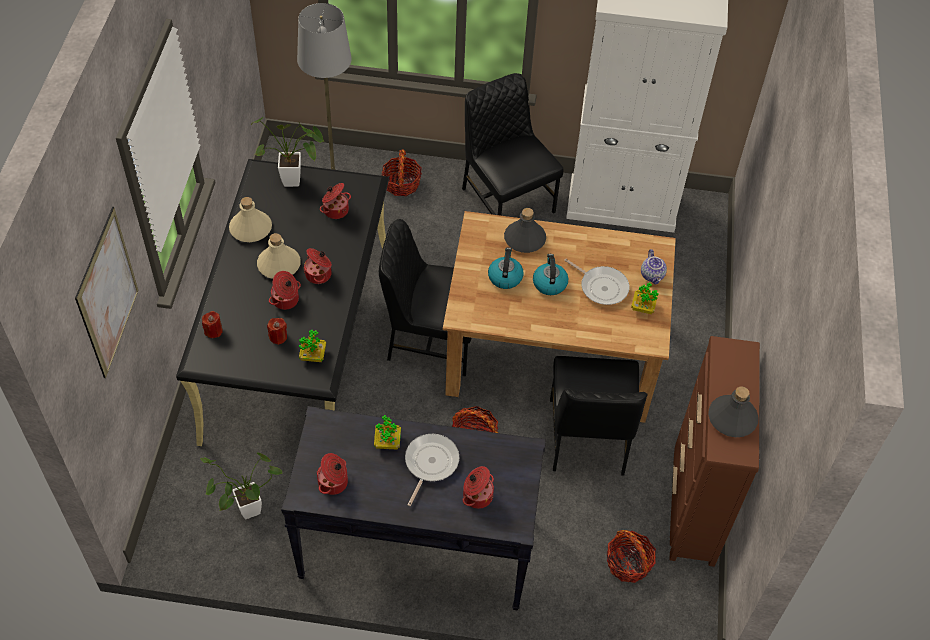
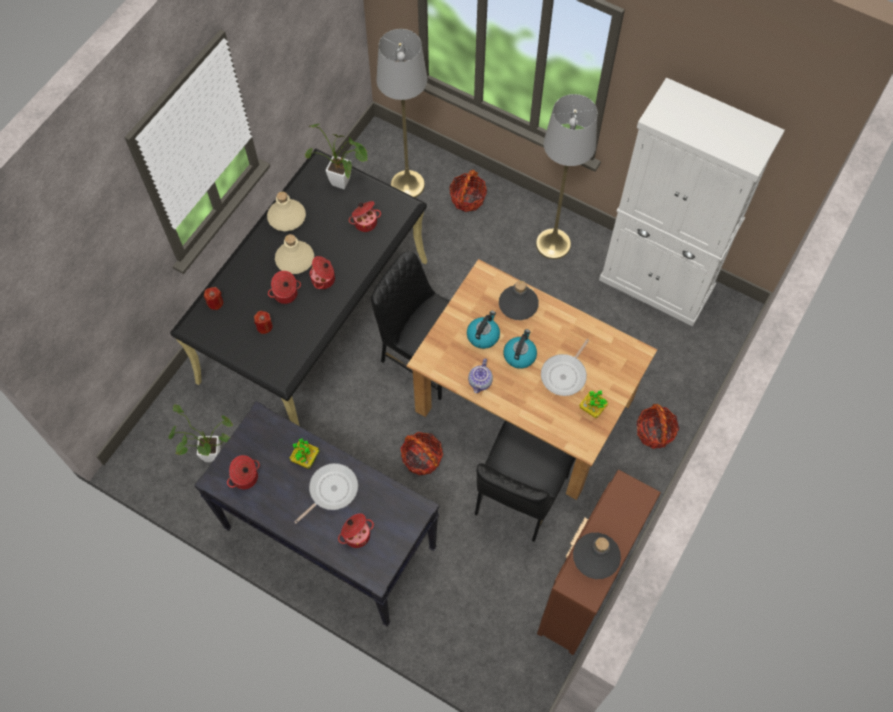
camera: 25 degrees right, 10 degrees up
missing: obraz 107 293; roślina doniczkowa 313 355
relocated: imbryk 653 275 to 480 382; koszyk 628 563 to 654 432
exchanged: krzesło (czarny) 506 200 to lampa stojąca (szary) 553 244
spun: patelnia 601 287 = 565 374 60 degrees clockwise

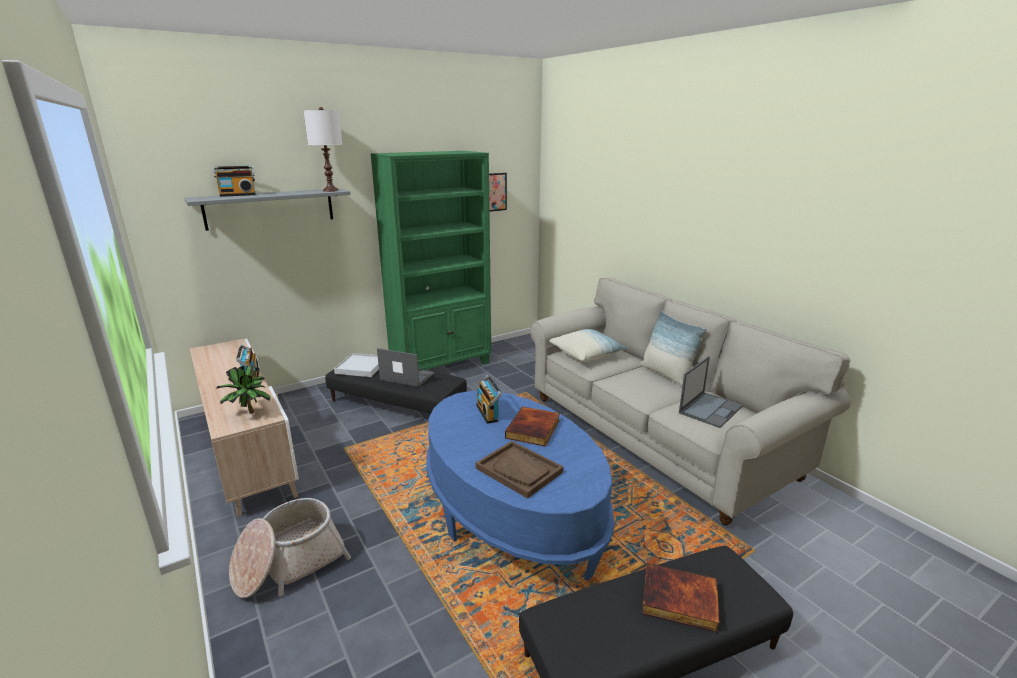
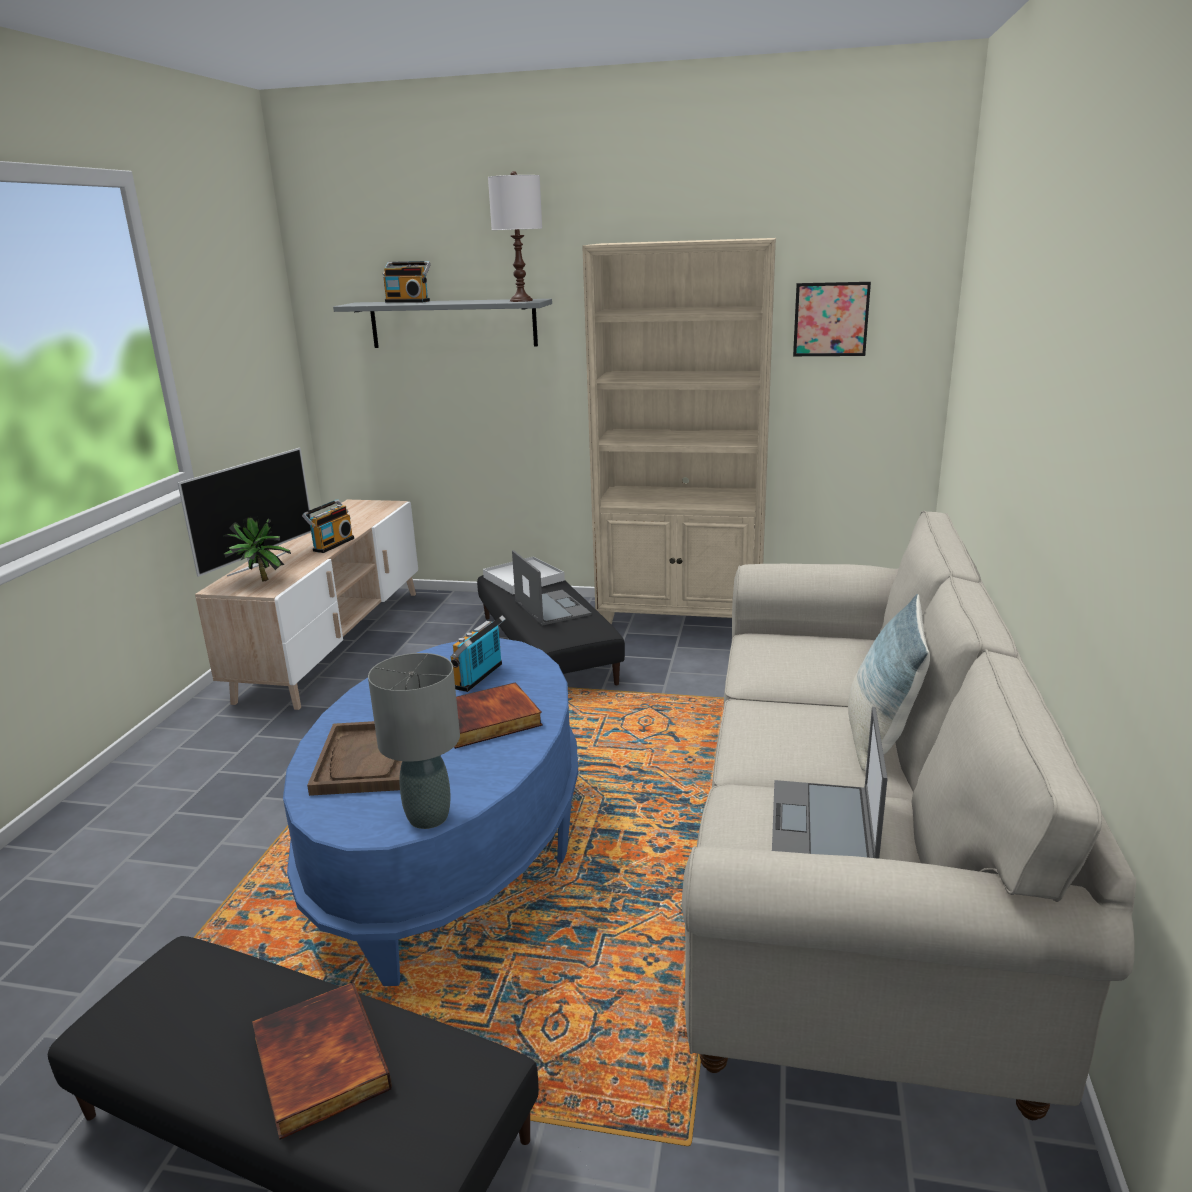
camera: 45 degrees right, 0 degrees up
missing: koszyk 289 563; poduszka 587 354
appeared: telewizor 256 564; lampa stołowa (szary) 428 817
colour: regał (zielony) 442 365 to regał (beżowy) 682 618
spun: laptop 710 409 = 823 825 105 degrees clockwise

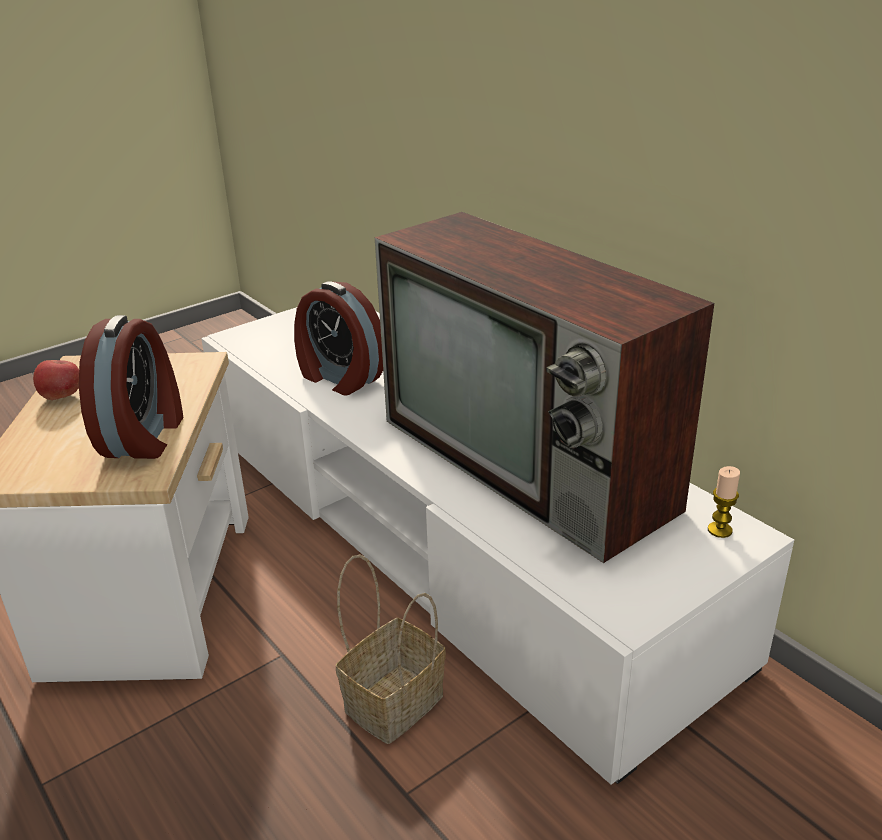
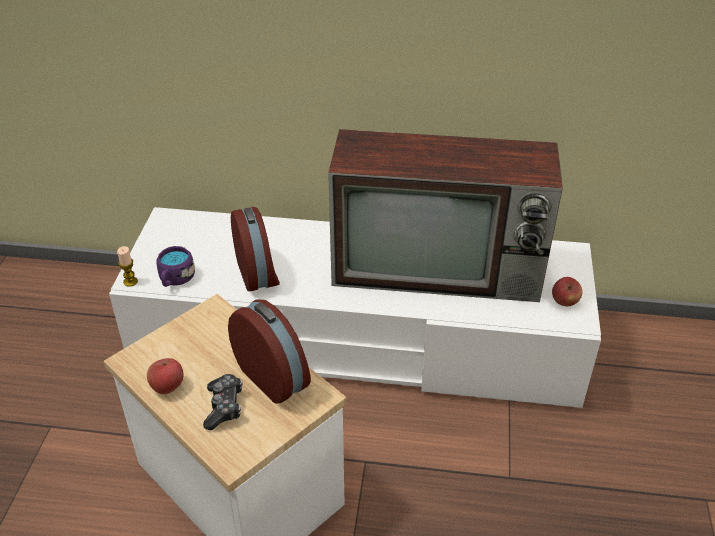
camera: 45 degrees left, 10 degrees up
missing: koszyk 395 700
appeared: kubek (fioletowy) 175 279; pad do gier 224 406; jabłko 564 302
relocated: świeca 719 530 to 130 281
spun: budzik 339 378 = 258 272 105 degrees counterclockwise

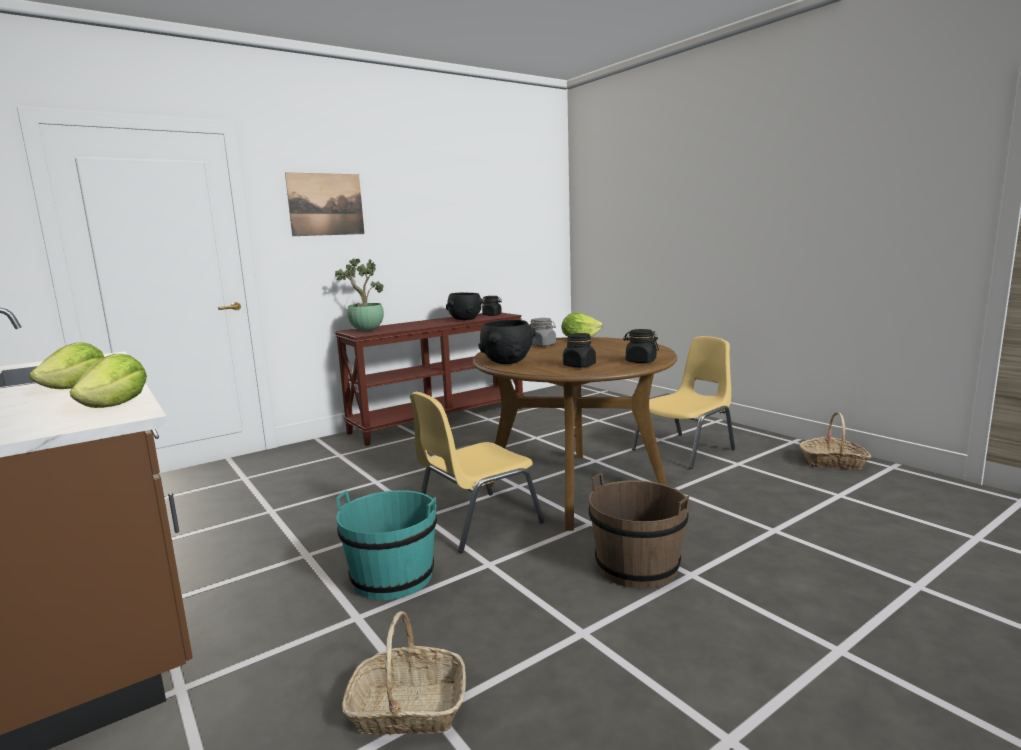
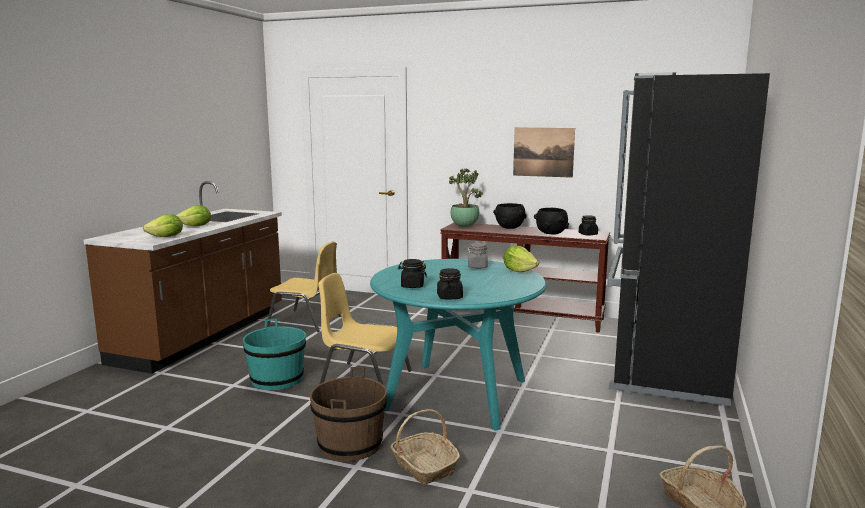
camera: 55 degrees right, 0 degrees up
appeared: lodówka (czarny) 664 366
relocated: krzesło (żółty) 685 450 to 306 321; koszyk 407 709 to 424 466; miska (czarny) 506 362 to 509 227; obraz 326 204 to 543 152
colour: stół jadalny (brązowy) 575 488 to stół jadalny (turkusowy) 456 394

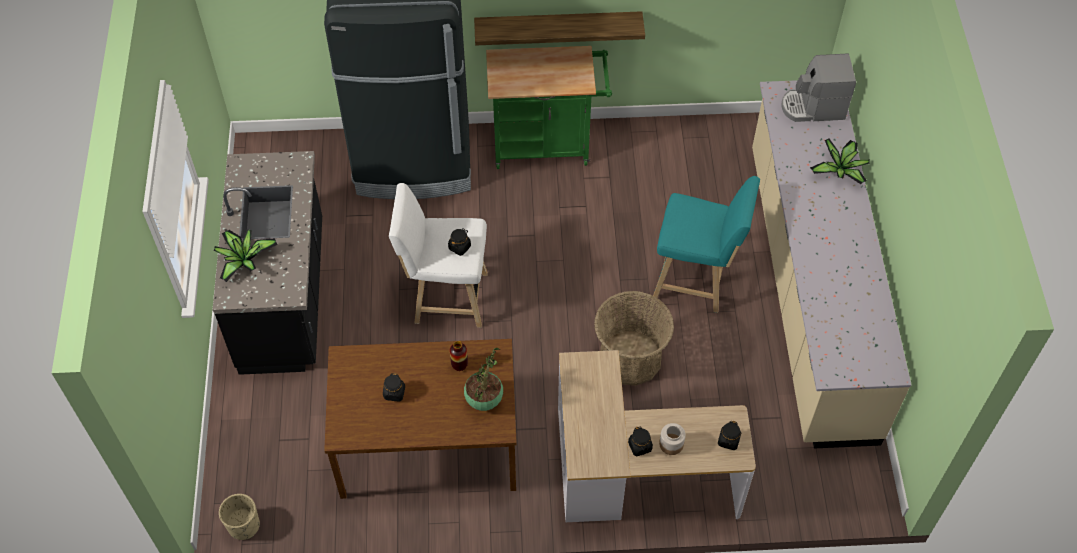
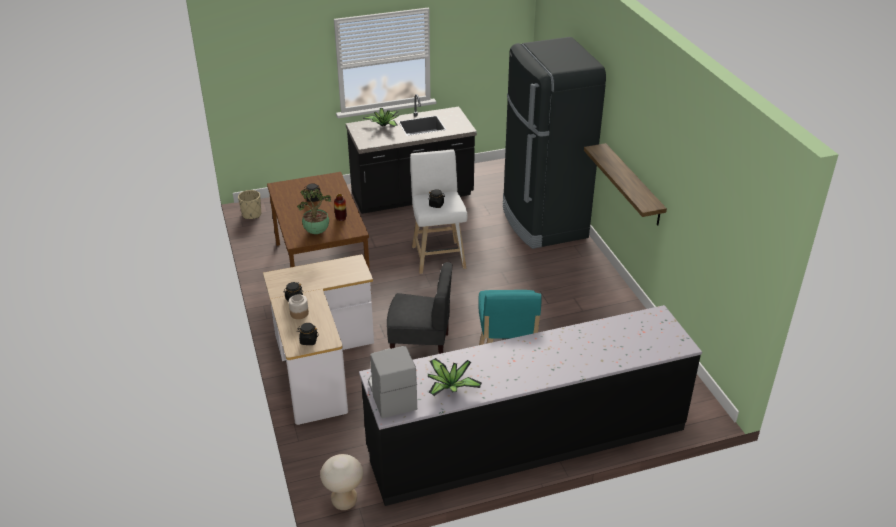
camera: 75 degrees right, 20 degrees down
missing: wózek (zielony) 547 145
appeared: stołek (beżowy) 344 501
relocated: ekspres do kawy 813 107 to 391 395; roślina doniczkowa 840 170 to 450 387
exchanged: koszyk 630 358 to krzesło (szary) 420 346
colour: zabudowa kuchenna (beżowy) 809 291 to zabudowa kuchenna (czarny) 526 440

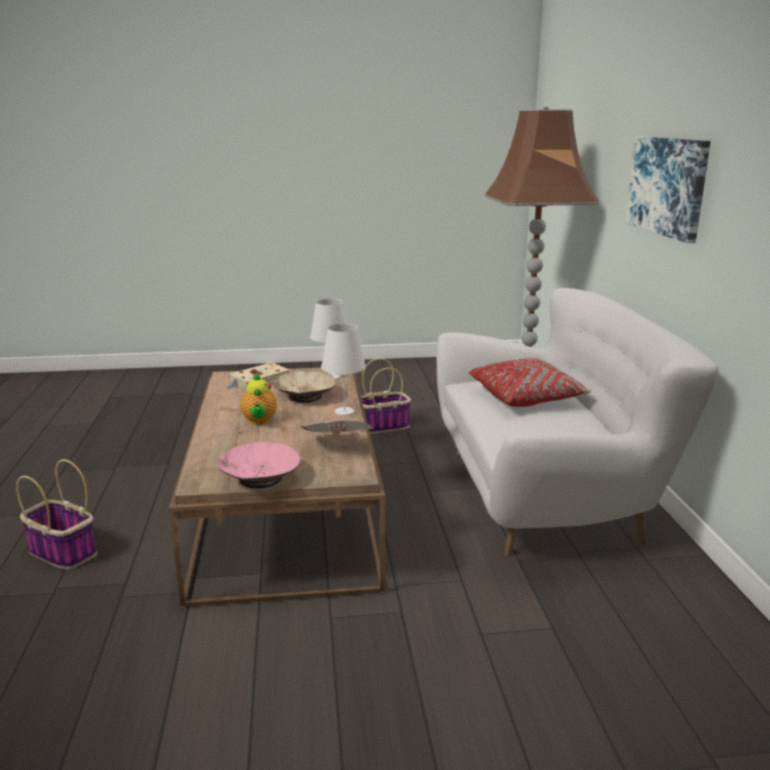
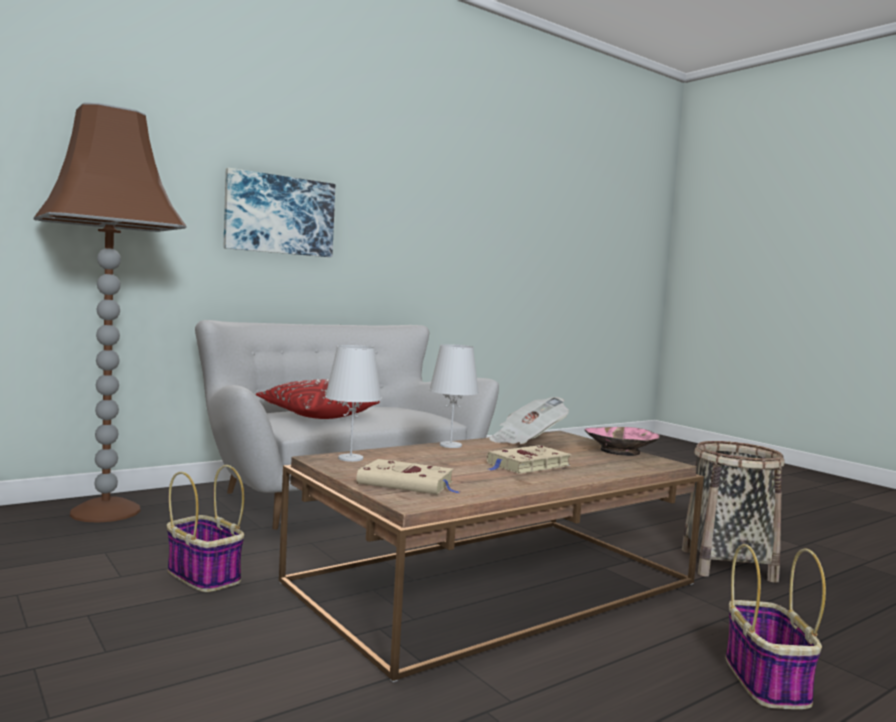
camera: 120 degrees left, 15 degrees down
missing: miska (beżowy) 305 396
appeared: koszyk 727 565
exchanged: imbryk 259 421 to książka (beżowy) 527 465

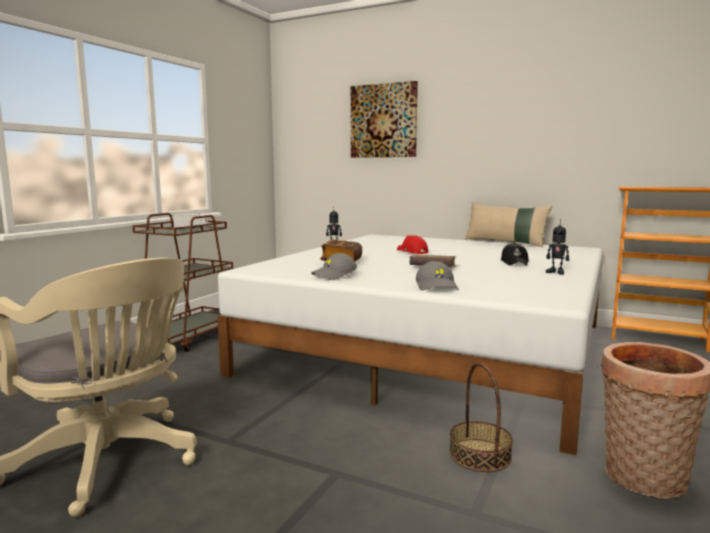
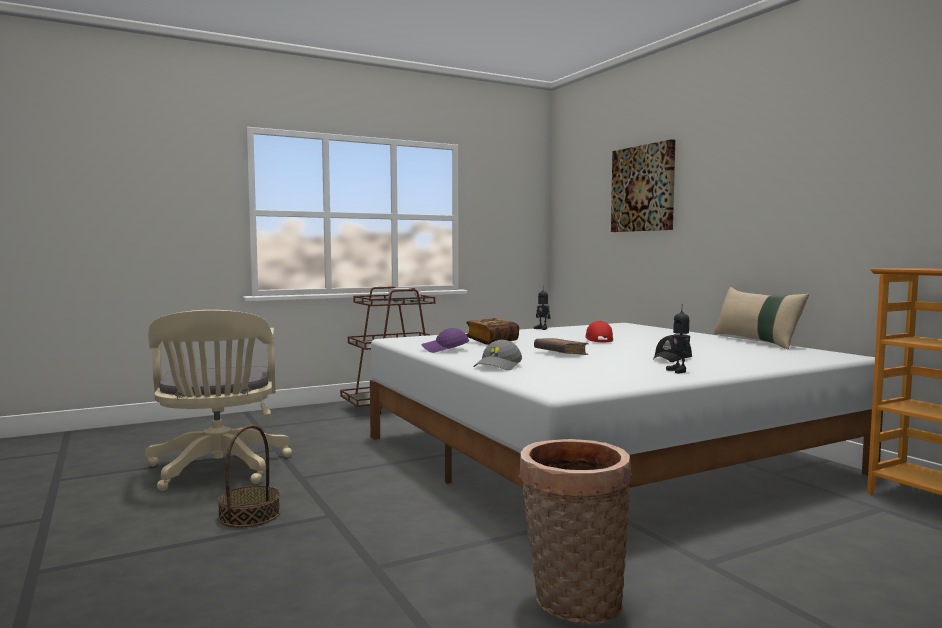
camera: 35 degrees right, 5 degrees down
relocated: koszyk 479 455 to 249 515
colour: czapka z daszkiem (szary) 334 276 to czapka z daszkiem (fioletowy) 445 350

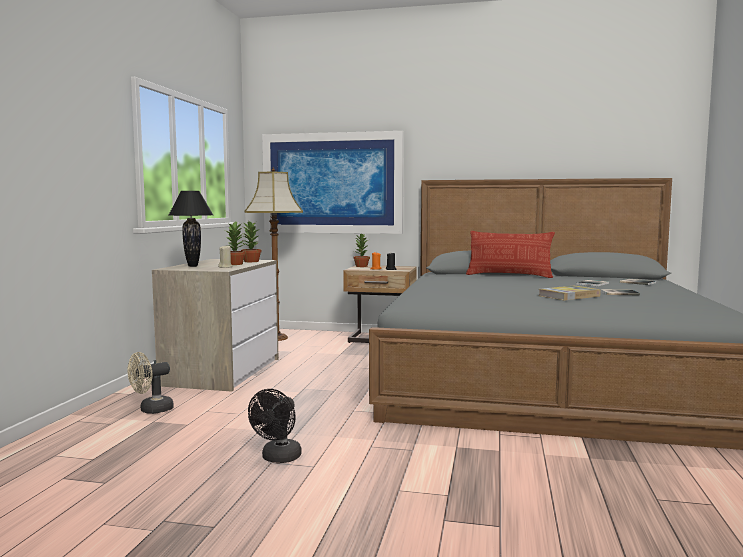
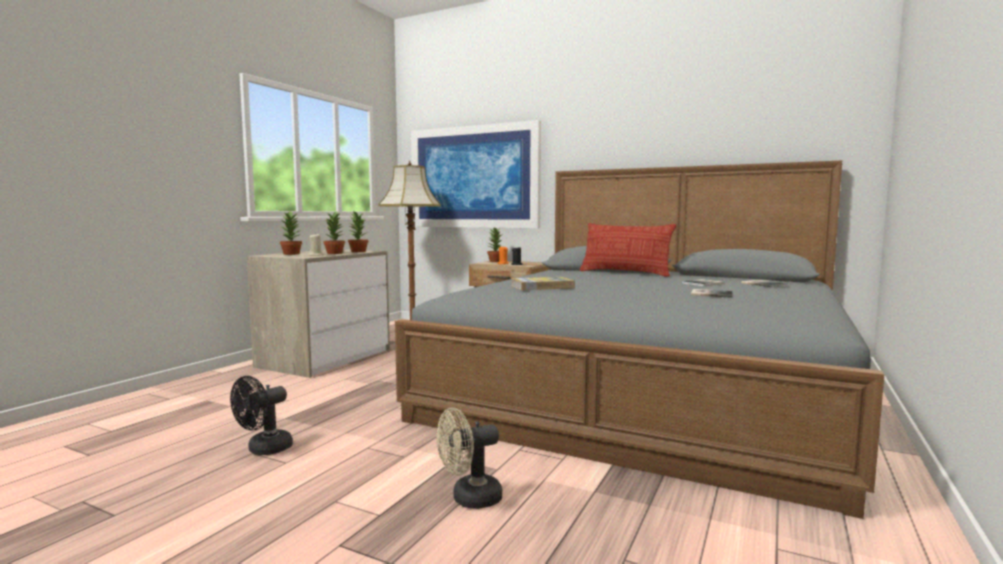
camera: 15 degrees right, 0 degrees up
relocated: wentylator (beżowy) 151 410 to 469 499; książka 569 296 to 542 287
exchanged: lampa stołowa (czarny) 193 266 to roślina doniczkowa 292 254

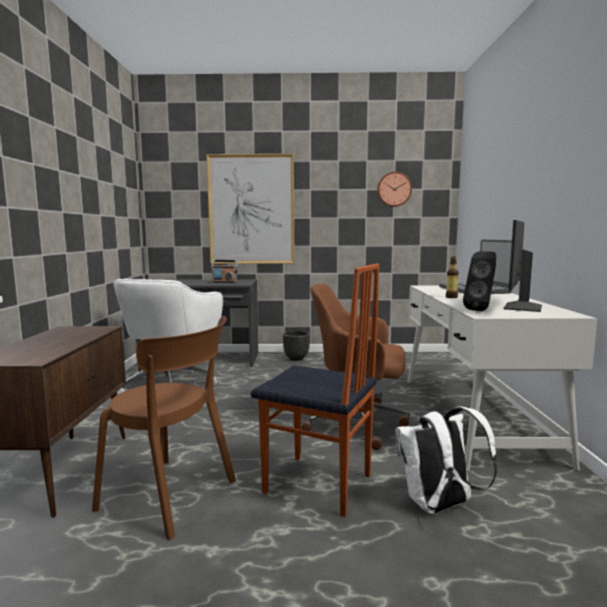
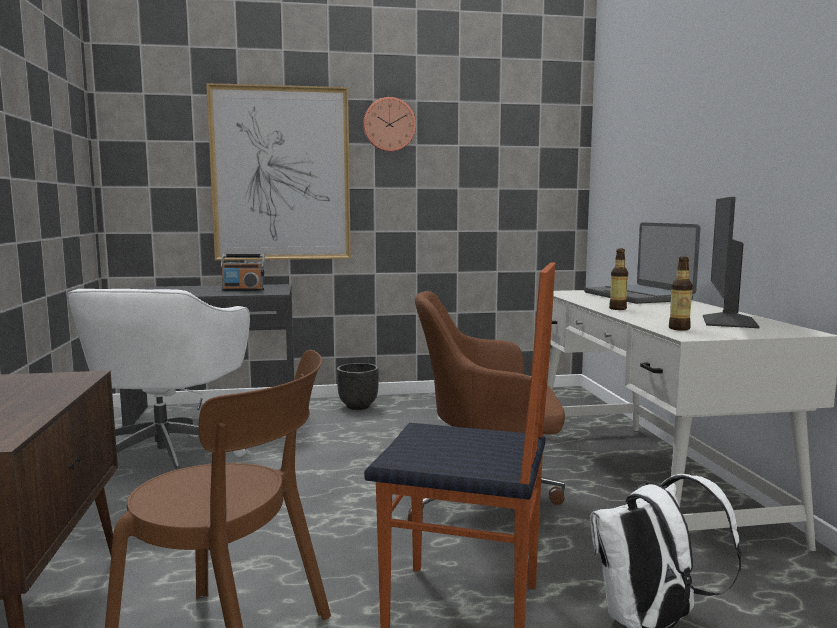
camera: 10 degrees left, 0 degrees up
relocated: zegar ścienny 394 189 to 389 125
exchanged: głośnik (czarny) 481 310 to butelka 679 328

